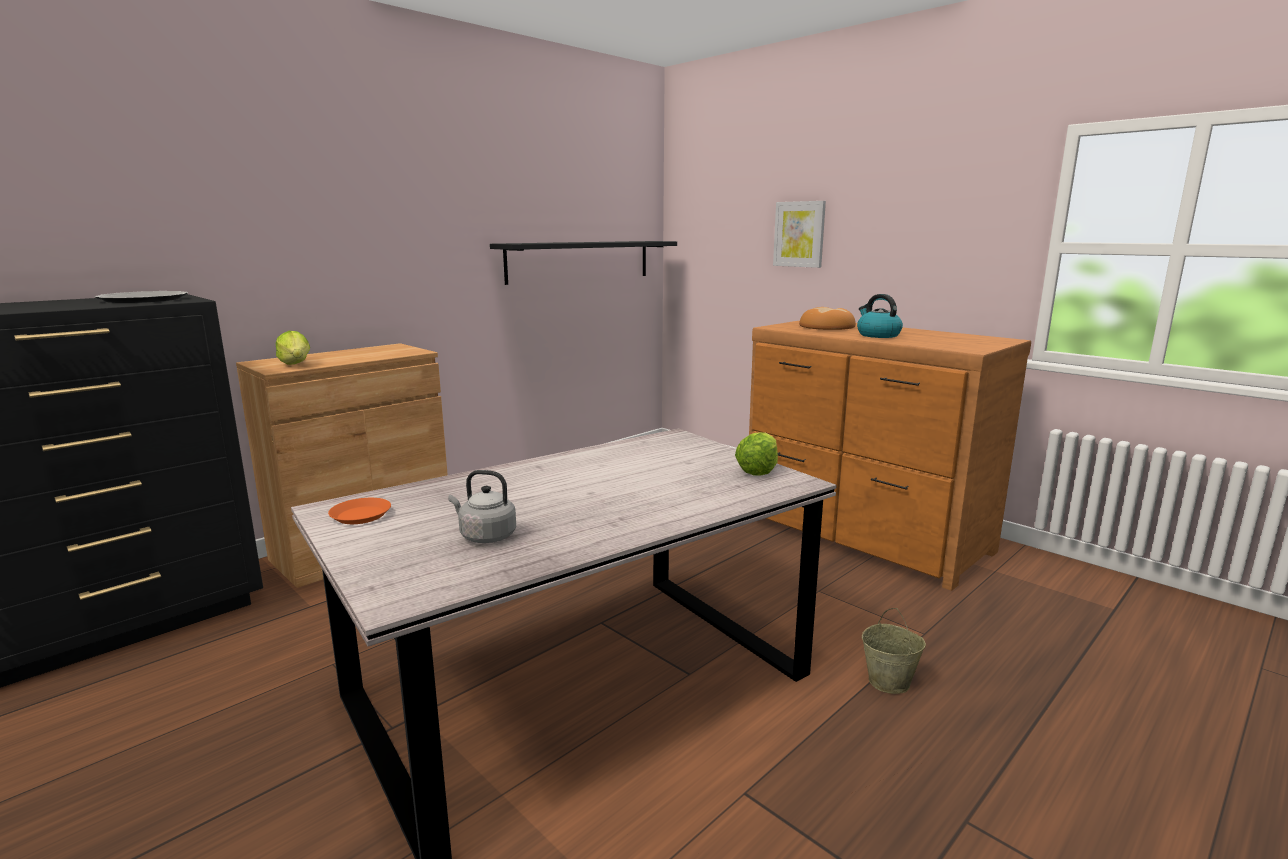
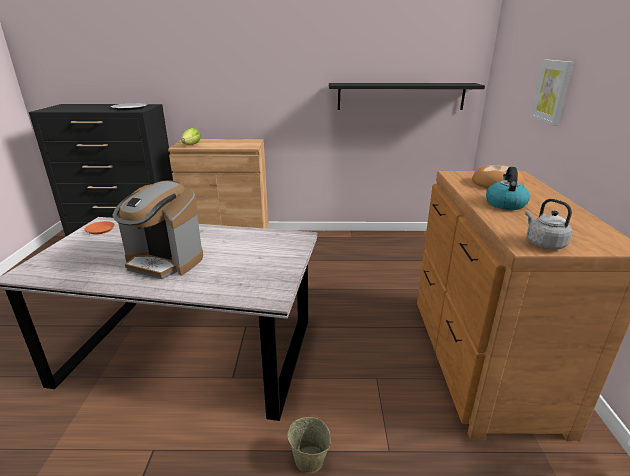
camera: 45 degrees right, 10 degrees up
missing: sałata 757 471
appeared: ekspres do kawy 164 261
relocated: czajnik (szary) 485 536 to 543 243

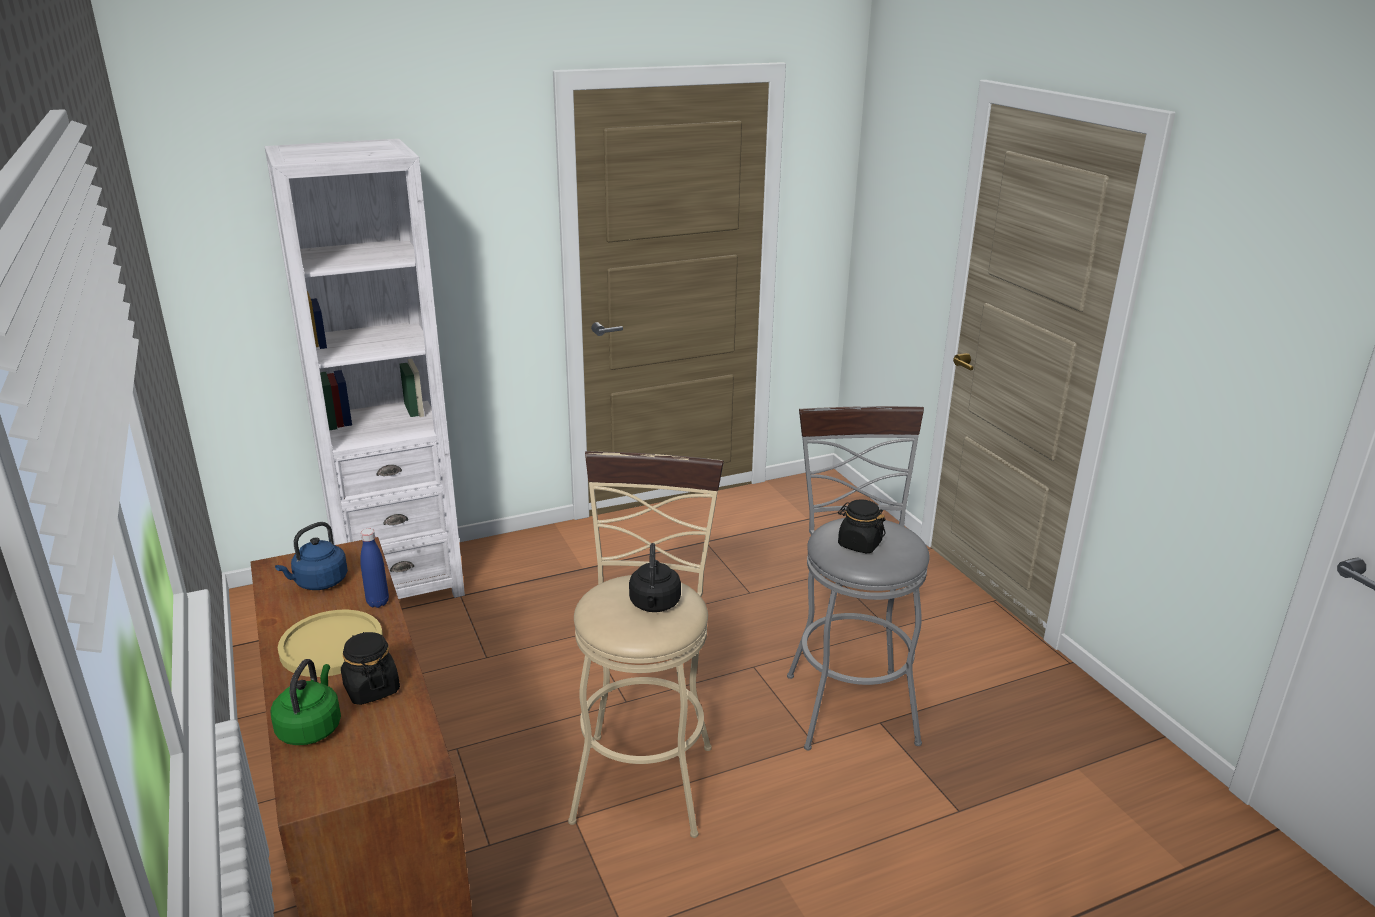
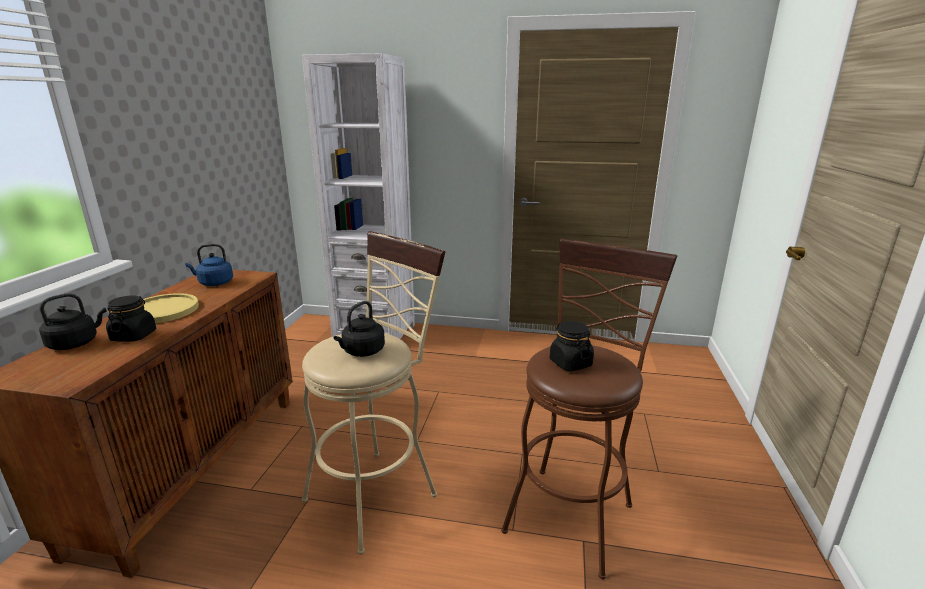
camera: 35 degrees right, 5 degrees down
missing: butelka (niebieski) 378 602
colour: czajnik (zielony) 311 727 to czajnik (czarny) 76 343; stołek (szary) 848 700 to stołek (brązowy) 572 509

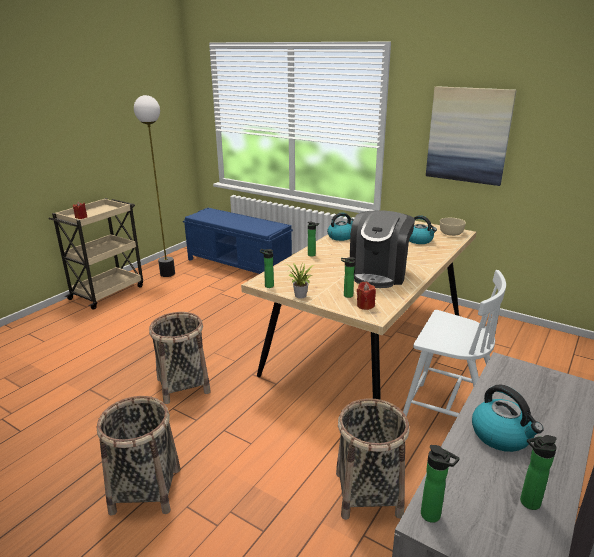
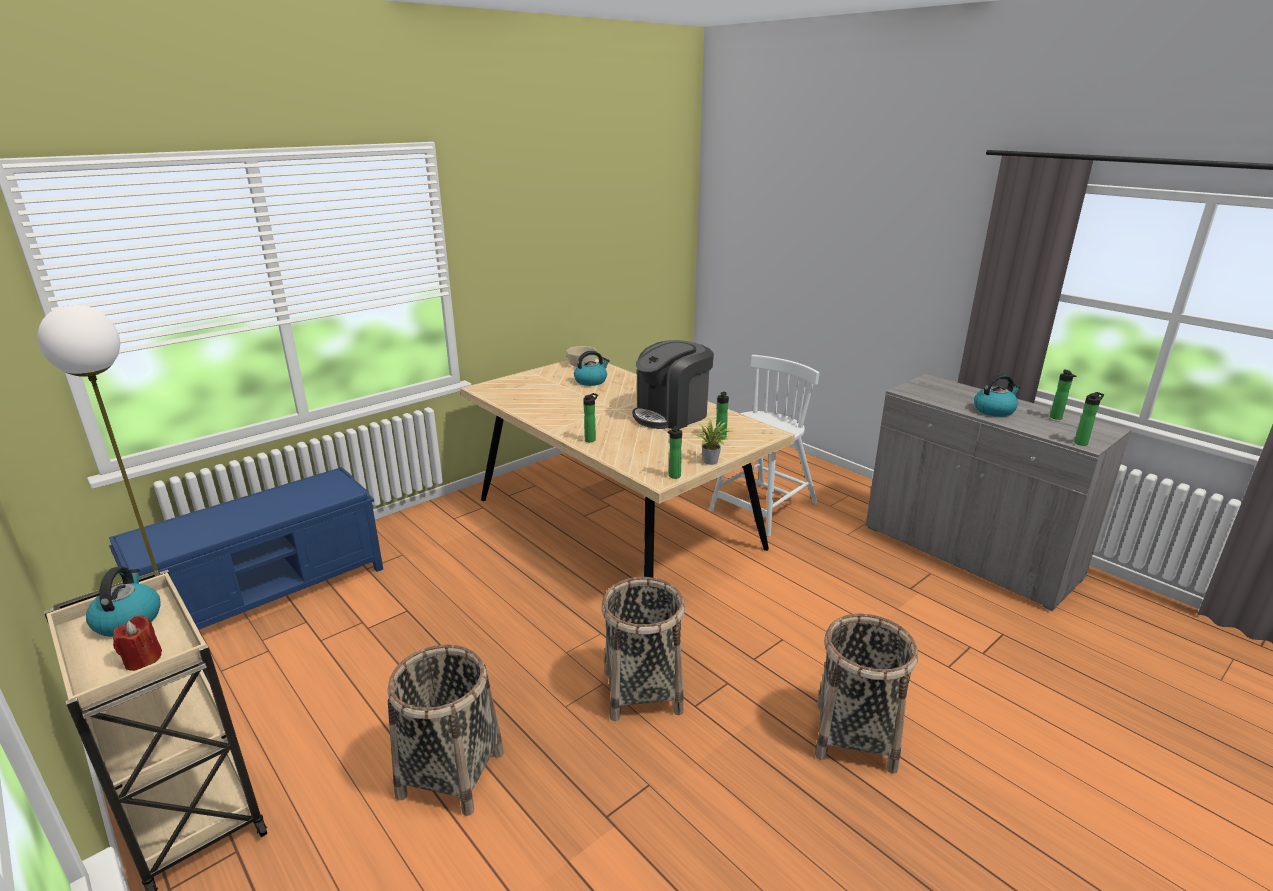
camera: 75 degrees left, 0 degrees up
missing: świeca (czerwony) 365 305; obraz 468 135
relocated: czajnik 340 237 to 128 620; koszyk 368 494 to 451 773
spun: ekspres do kawy 379 273 = 671 415 105 degrees clockwise

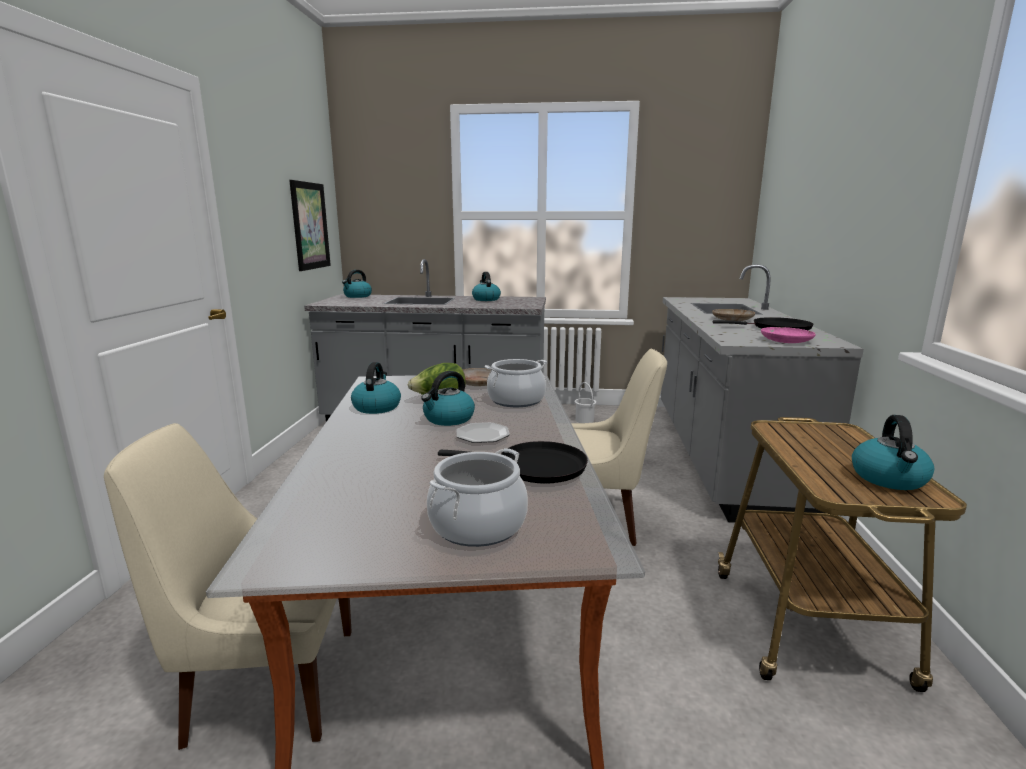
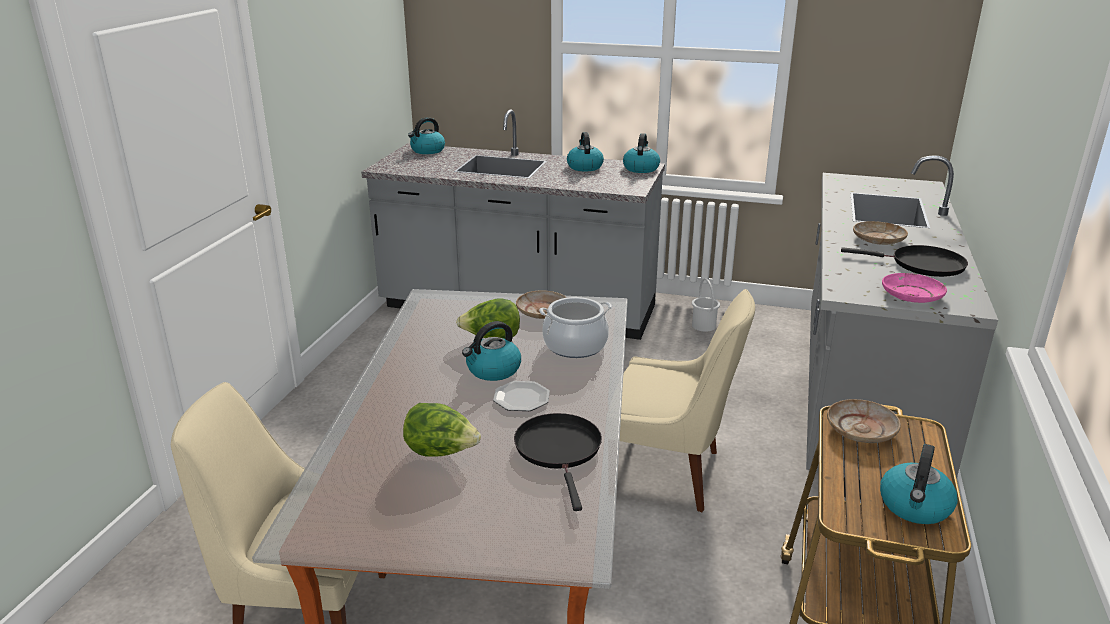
camera: 10 degrees right, 10 degrees up
missing: obraz 310 226; garnek 478 525
appeared: sałata 441 452; talerz (beżowy) 861 430
relocated: czajnik 376 407 to 641 168
spun: patelnia (czarny) 535 467 = 559 450 120 degrees counterclockwise

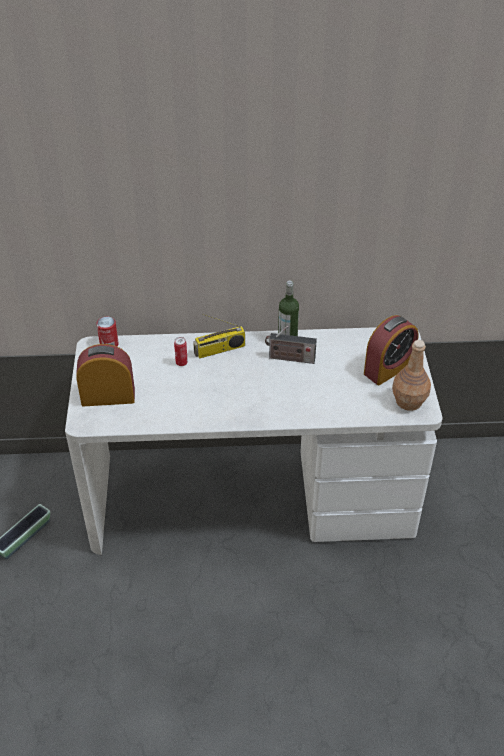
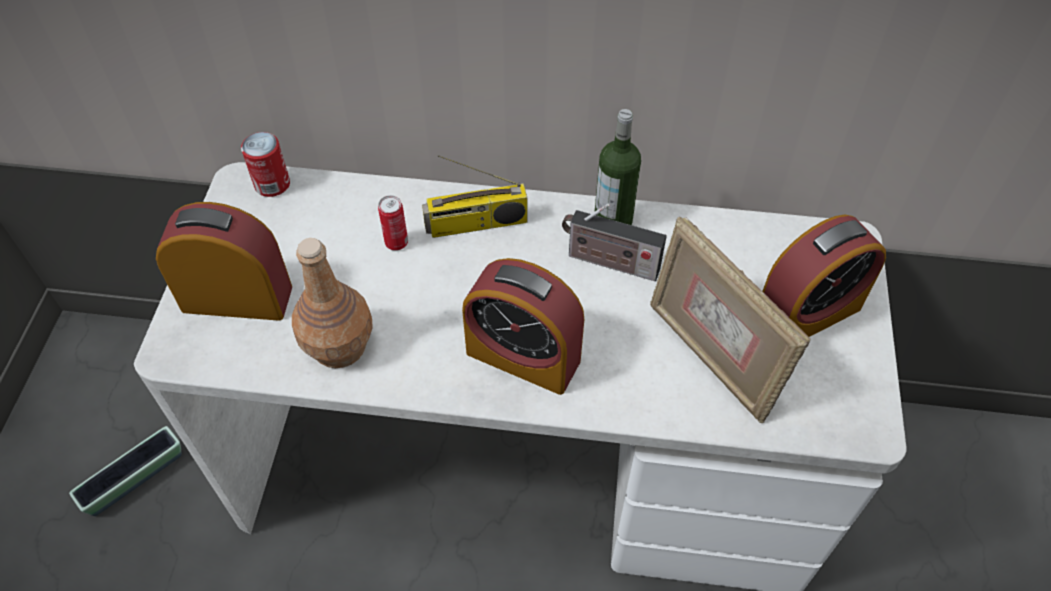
camera: 10 degrees right, 10 degrees up
appeared: budzik 523 356; ramka na zdjęcie 710 357
relocated: butelka (brązowy) 409 401 to 340 346

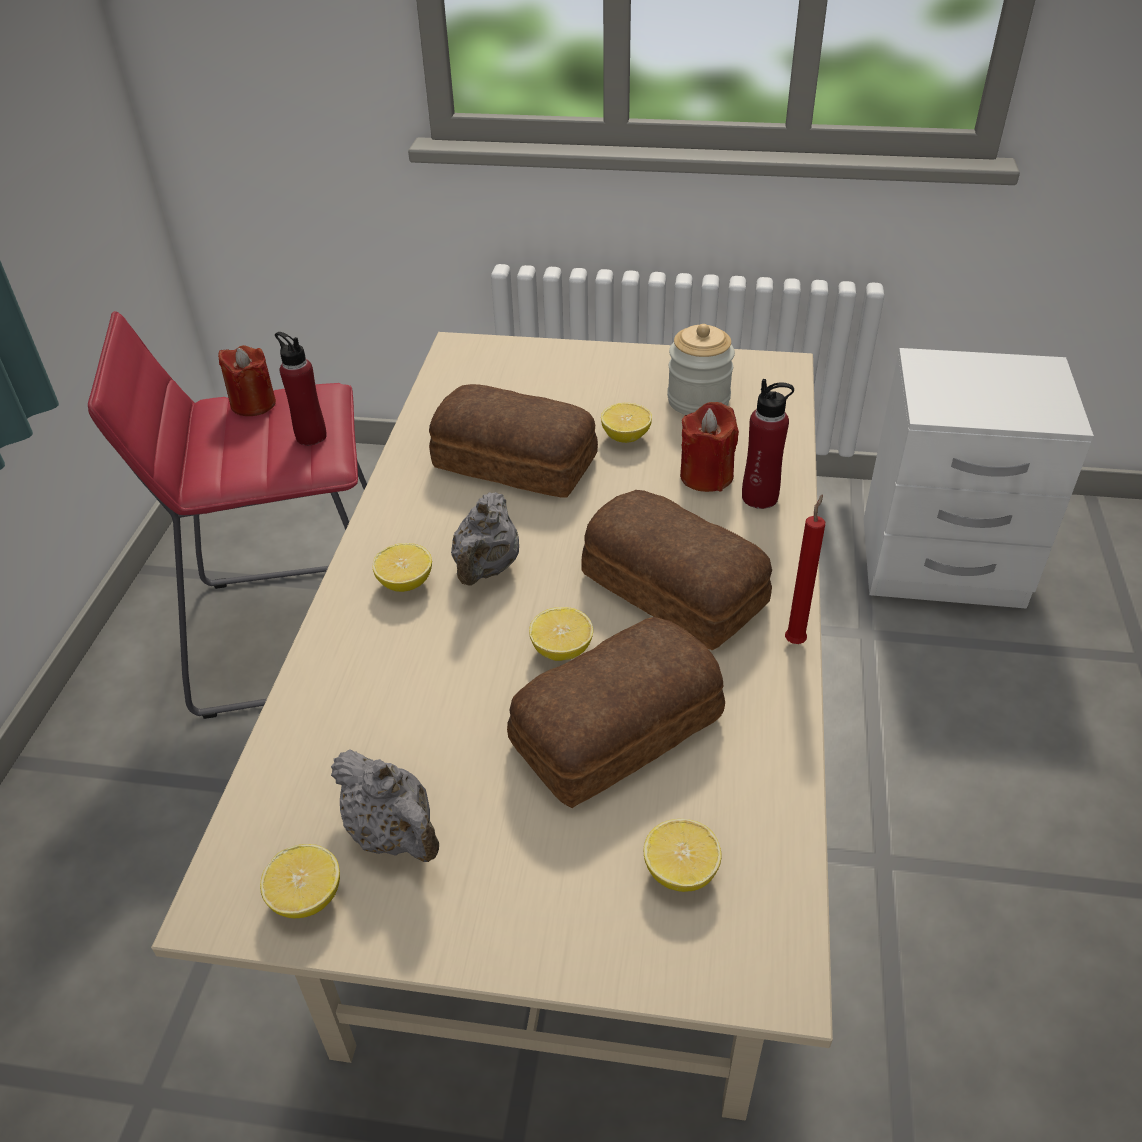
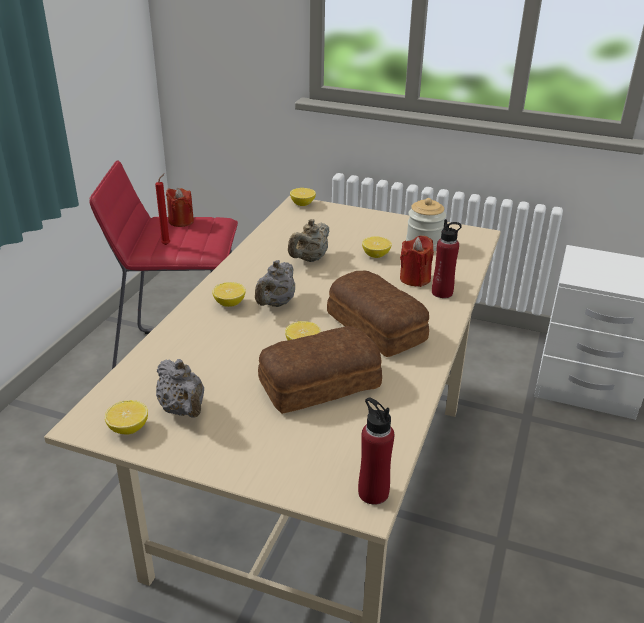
camera: 10 degrees right, 10 degrees down
relocated: świeca (czerwony) 796 640 to 167 244; cytryna 680 871 to 302 204; butelka (czerwony) 311 436 to 373 492
exchanged: chleb 516 463 to imbryk (beżowy) 309 259

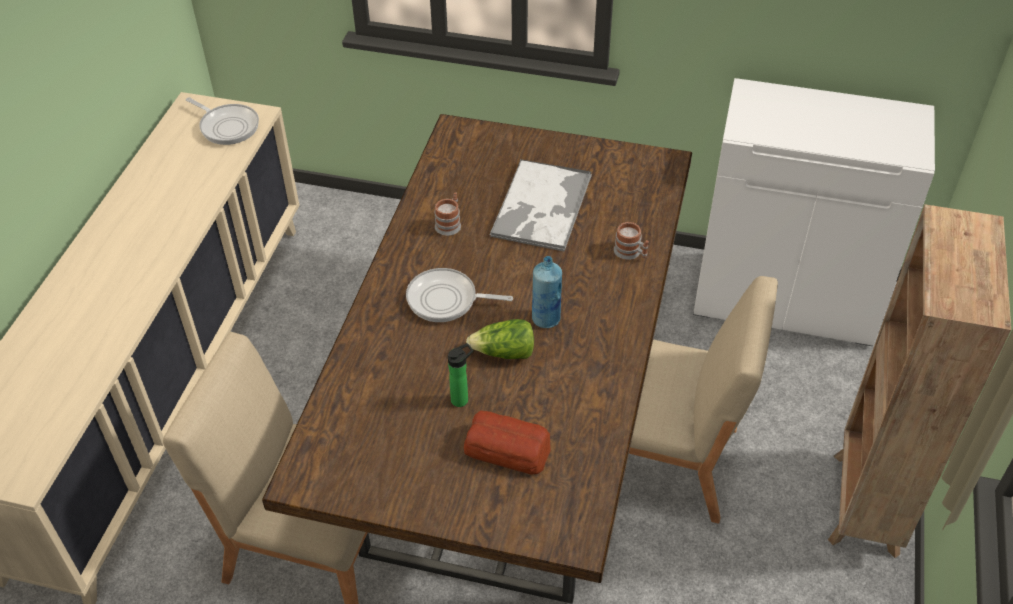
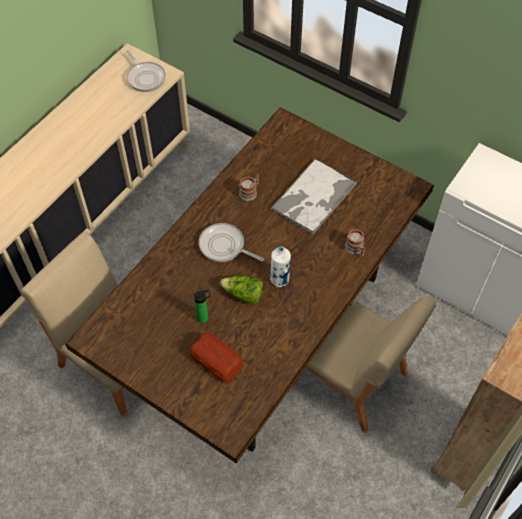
camera: 20 degrees right, 10 degrees up
colour: butelka (niebieski) 546 319 to butelka (biały) 279 279

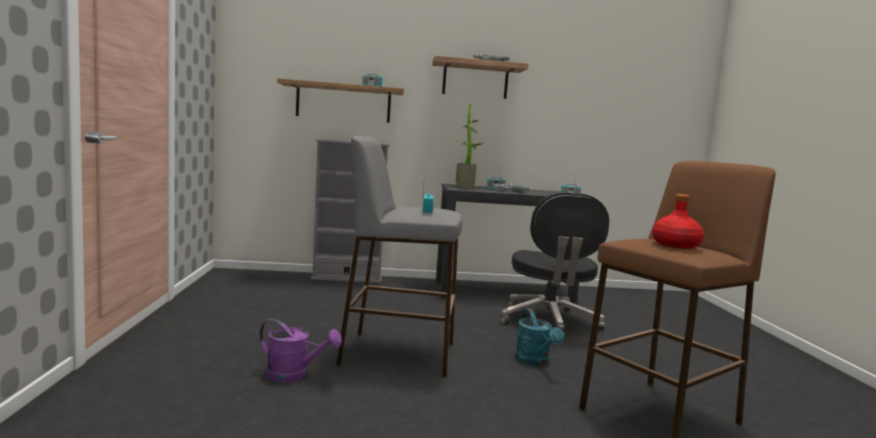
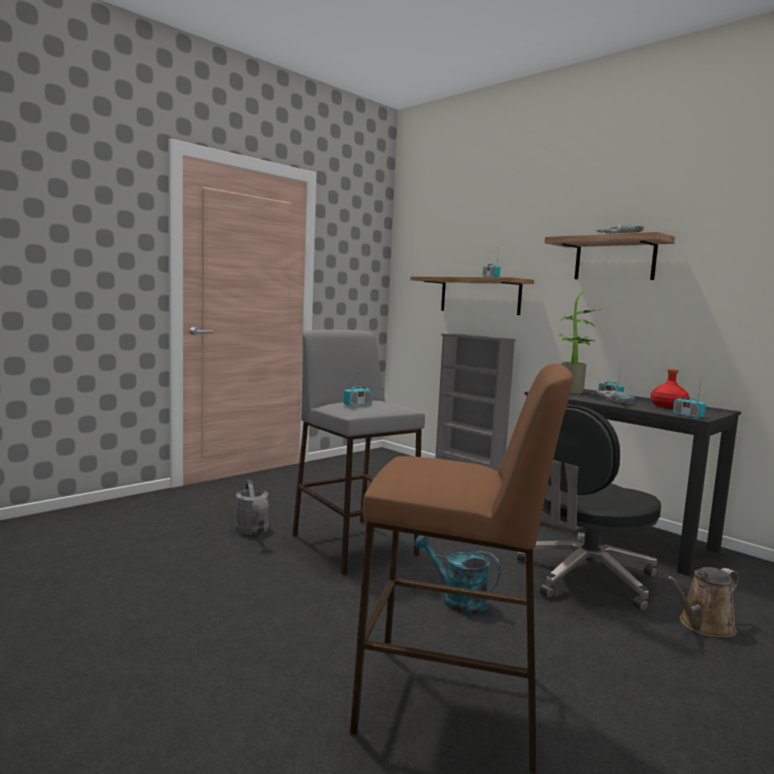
camera: 50 degrees right, 0 degrees up
appeared: konewka (brązowy) 703 626
relocated: butelka (czerwony) 675 245 to 668 406
colour: konewka (fioletowy) 294 375 to konewka (szary) 253 531
spun: konewka (turkusowy) 535 361 = 457 600 90 degrees clockwise

